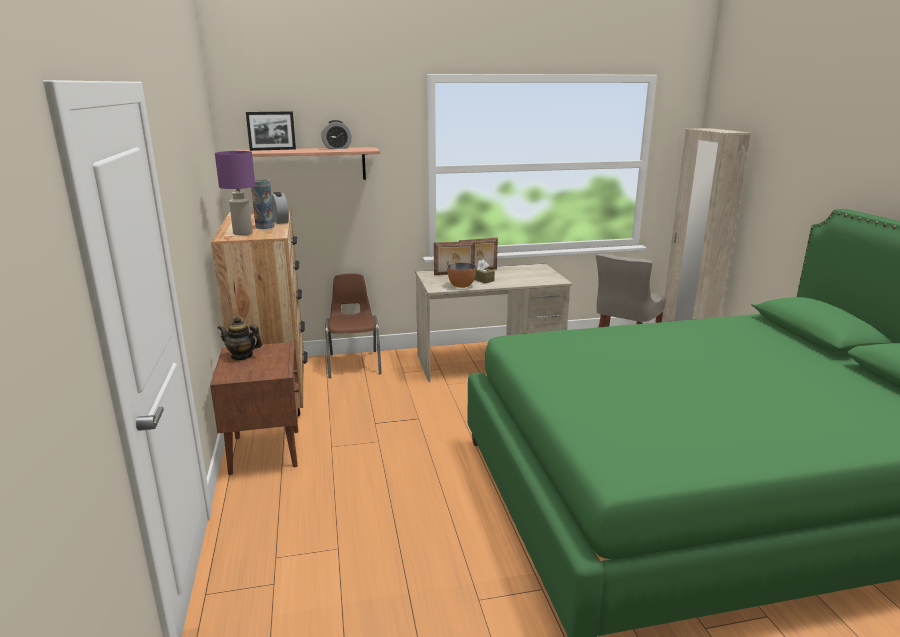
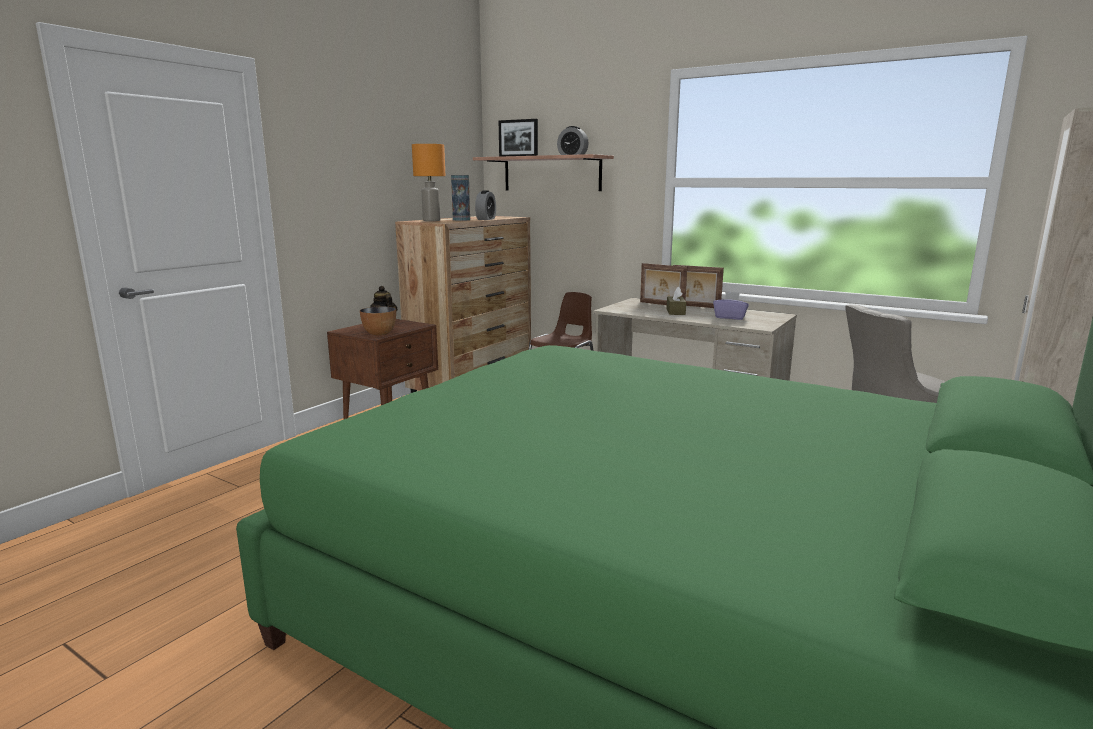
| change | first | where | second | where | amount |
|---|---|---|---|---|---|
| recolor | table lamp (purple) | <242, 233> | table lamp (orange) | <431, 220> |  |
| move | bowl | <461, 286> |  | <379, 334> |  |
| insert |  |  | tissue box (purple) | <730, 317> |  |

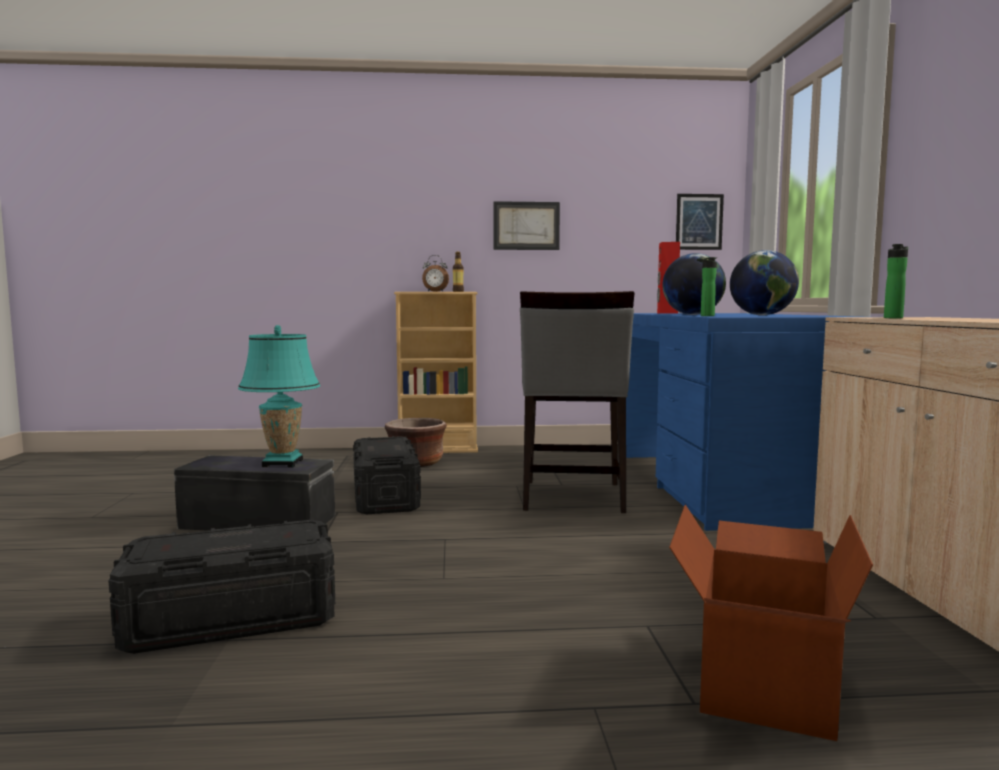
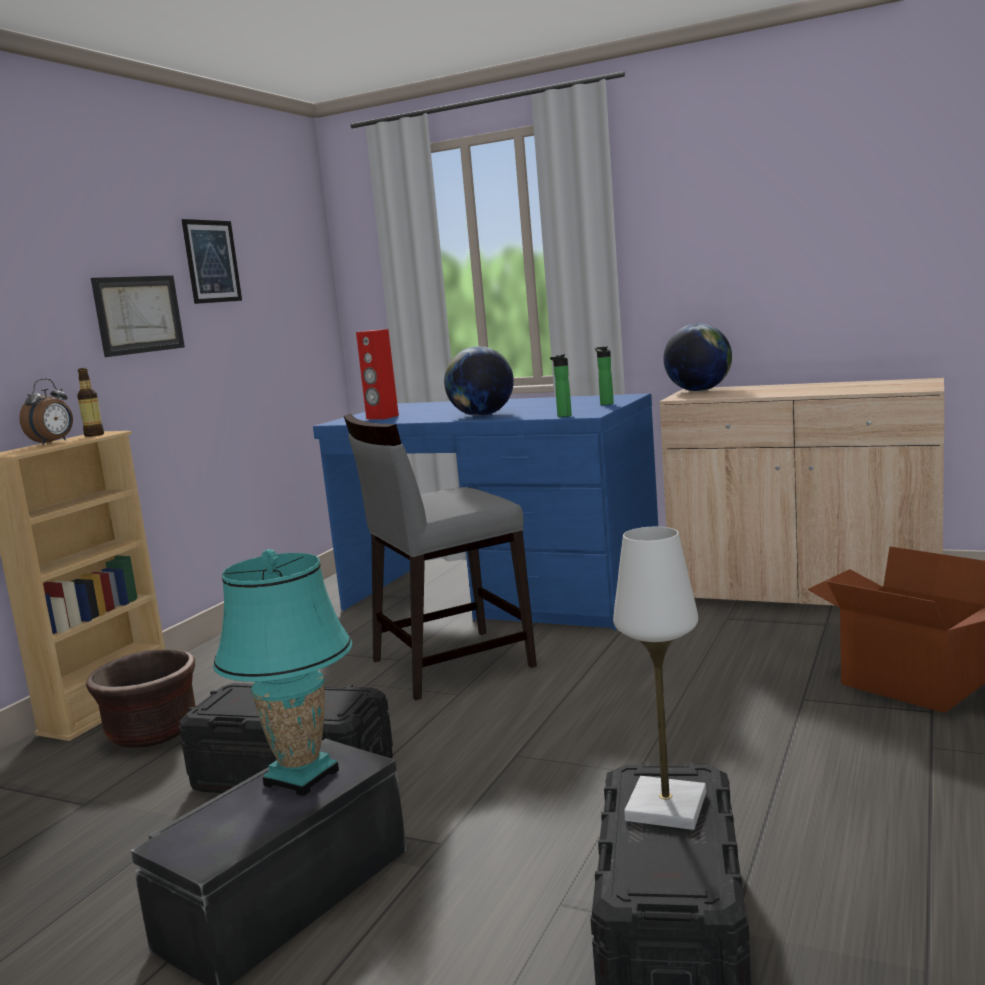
| change | first | where | second | where | amount |
|---|---|---|---|---|---|
| rotate | chair (grey) | <571, 496> |  | <450, 663> | 120 degrees clockwise |
| move | picture | <699, 222> |  | <212, 261> |  |
| move | globe | <762, 315> |  | <698, 391> |  |
| move | bottle | <894, 318> |  | <606, 404> |  |
| insert |  |  | table lamp (white) | <666, 806> |  |

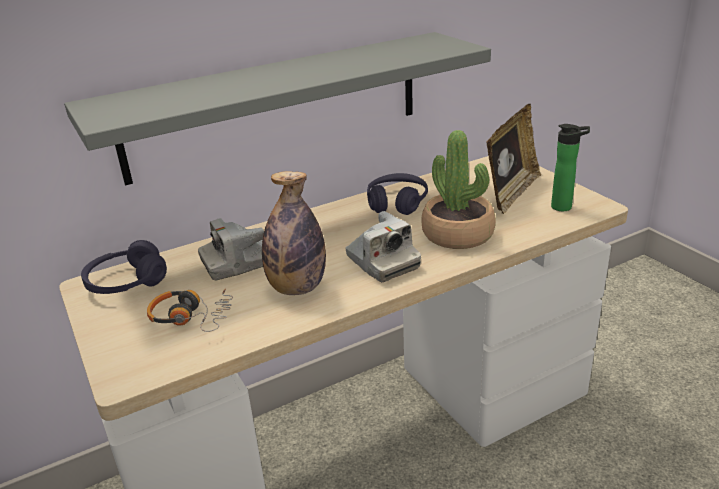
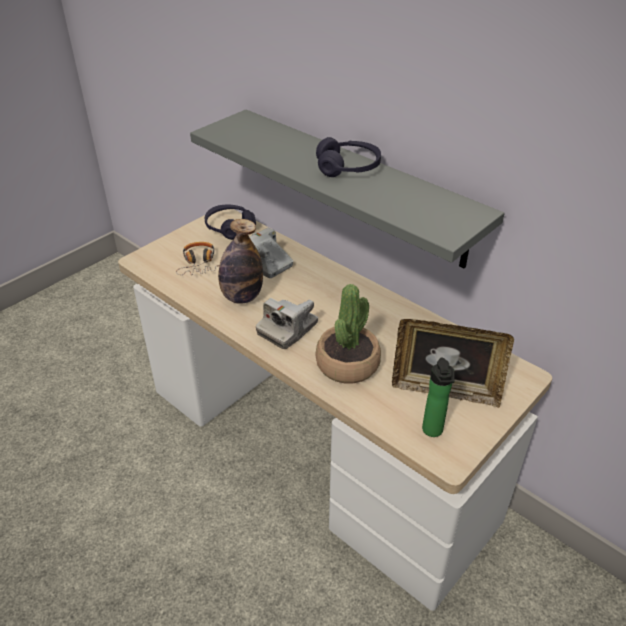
| change | first | where | second | where | amount |
|---|---|---|---|---|---|
| move | headphones (purple) | <397, 203> |  | <348, 168> |  |

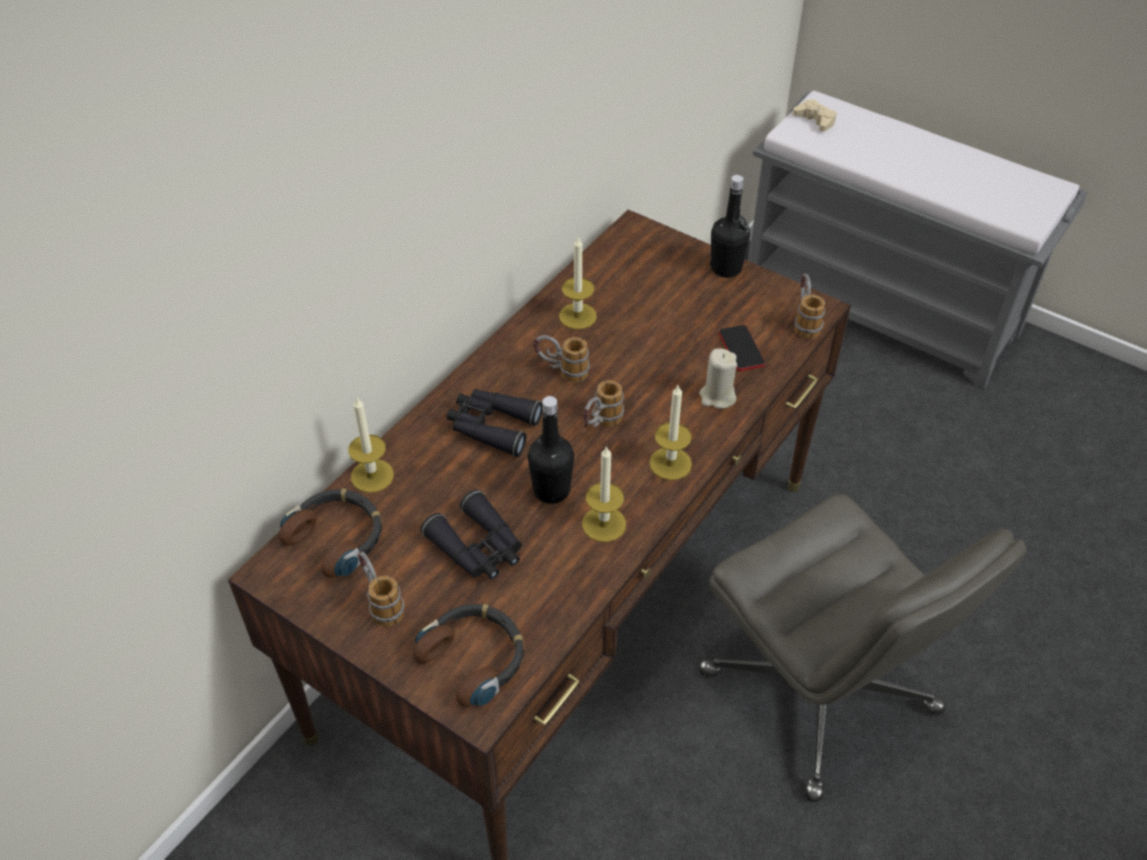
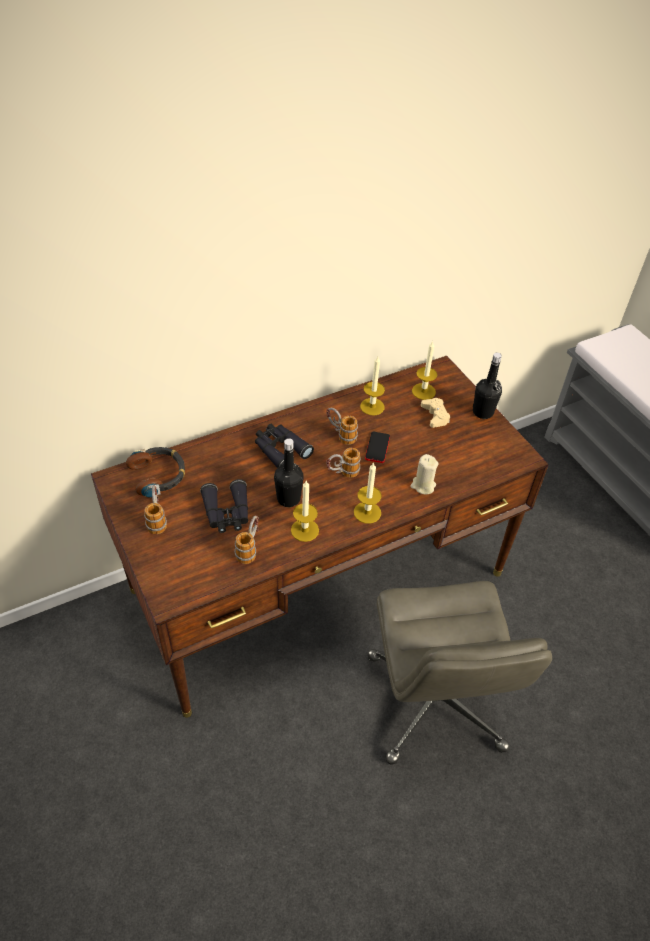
| change | first | where | second | where | amount |
|---|---|---|---|---|---|
| move | candle | <372, 476> |  | <423, 391> |  |
| delete | headphones | <474, 657> |  |  |  |
| move | phone | <741, 349> |  | <377, 448> |  |
| move | game controller (beige) | <815, 120> |  | <435, 416> |  |
| move | mug | <804, 321> |  | <249, 548> |  |

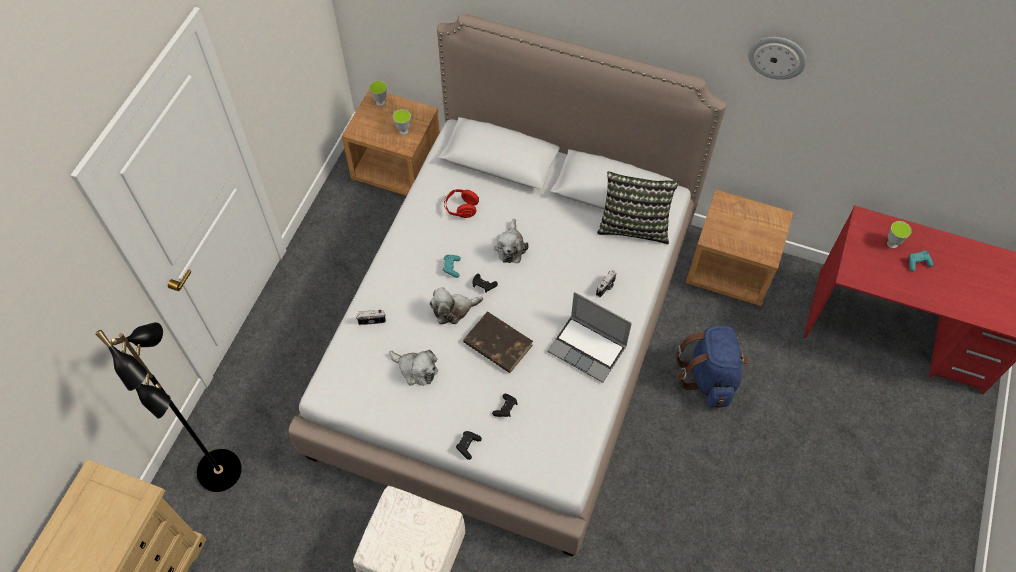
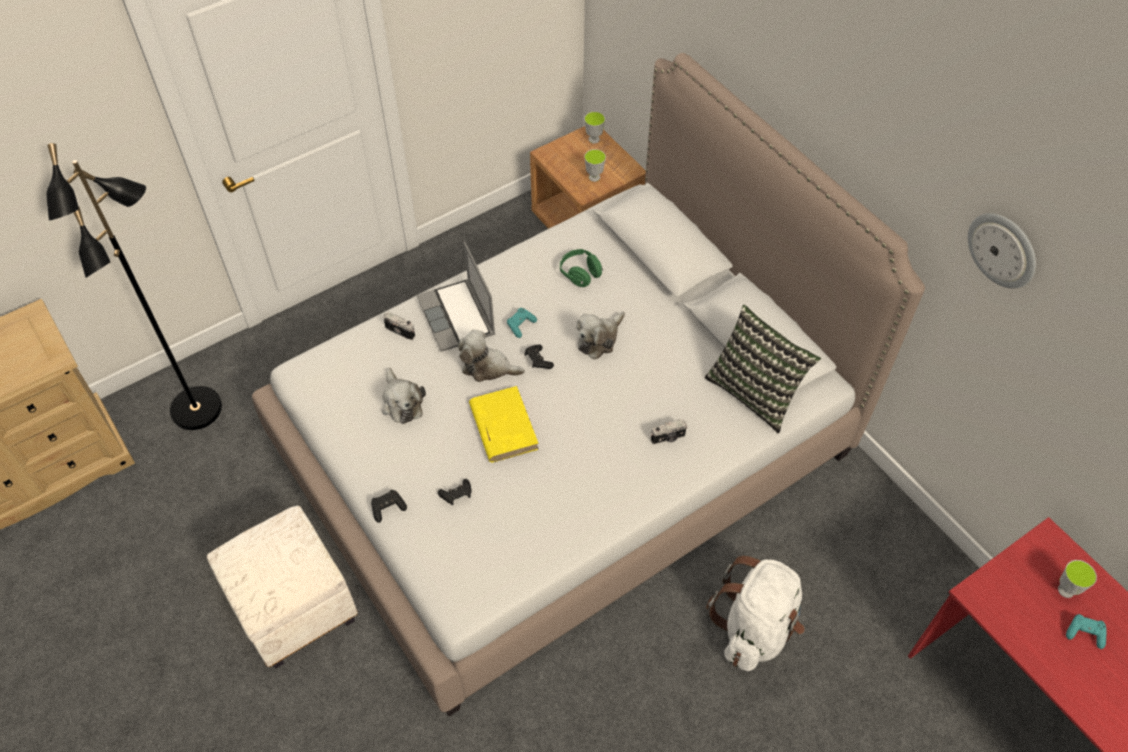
| change | first | where | second | where | amount |
|---|---|---|---|---|---|
| recolor | headphones (red) | <461, 208> | headphones (green) | <580, 274> |  |
| recolor | book (brown) | <497, 344> | book (yellow) | <503, 426> |  |
| move | laptop | <588, 349> |  | <458, 317> |  |
| recolor | backpack (blue) | <709, 377> | backpack (white) | <755, 628> |  |
| delete | nightstand (brown) | <730, 270> |  |  |  |

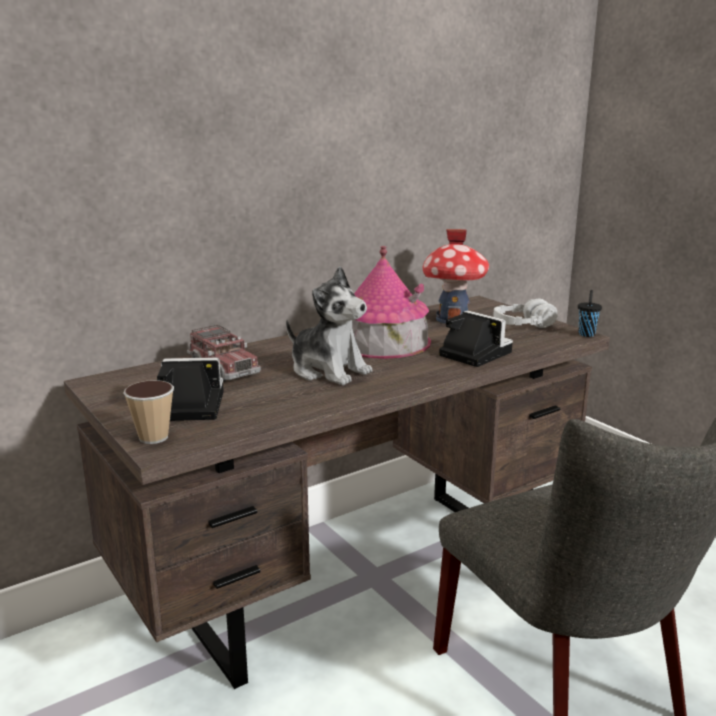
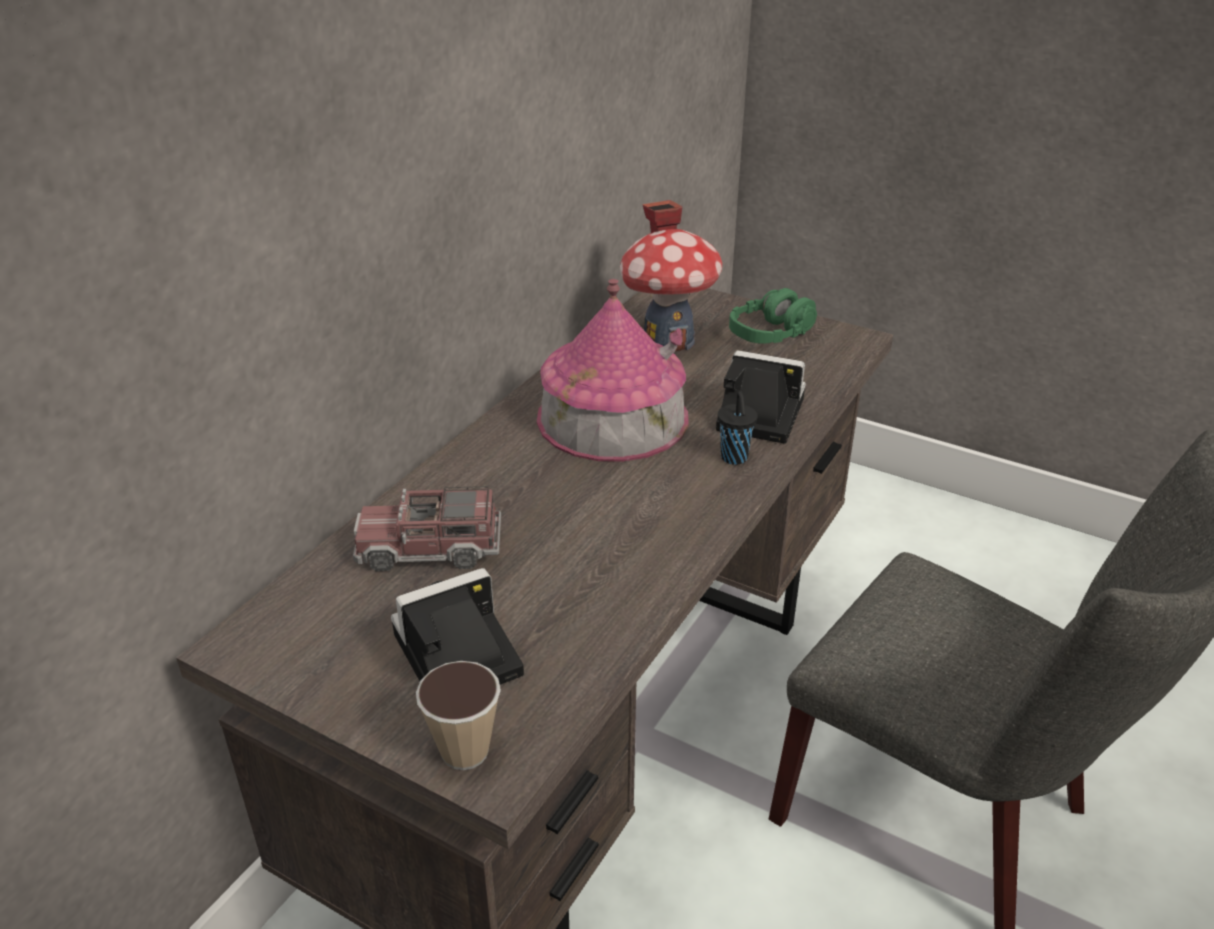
| change | first | where | second | where | amount |
|---|---|---|---|---|---|
| rotate | toy truck | <224, 369> |  | <430, 549> | 150 degrees clockwise |
| delete | plush toy | <328, 370> |  |  |  |
| recolor | headphones (grey) | <523, 325> | headphones (green) | <771, 333> |  |
| move | cup (black) | <586, 335> |  | <734, 458> |  |

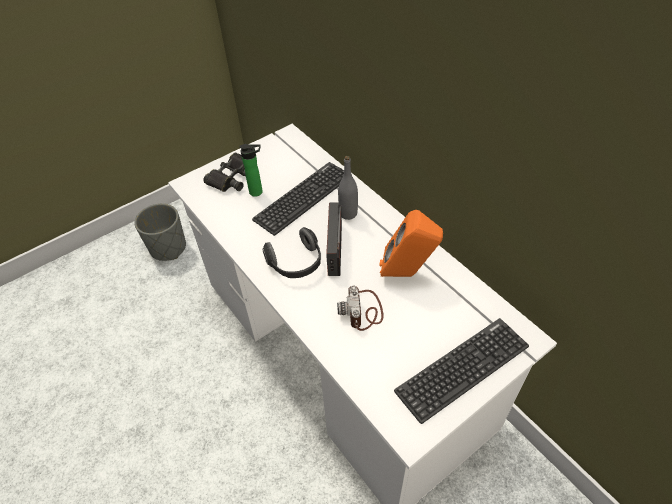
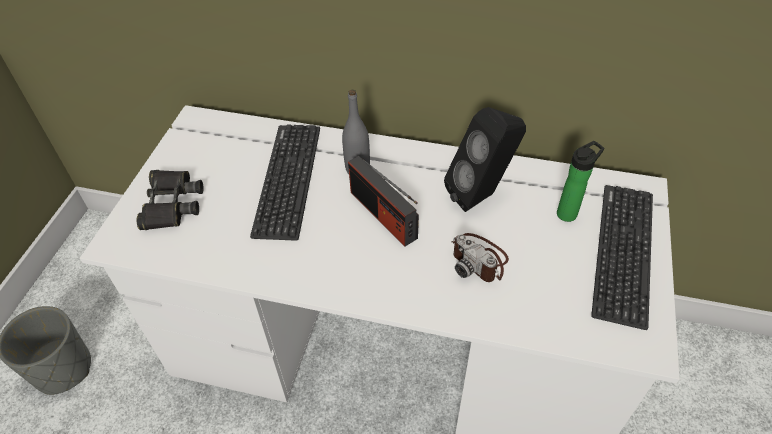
| change | first | where | second | where | amount |
|---|---|---|---|---|---|
| move | bottle | <258, 192> |  | <569, 212> |  |
| delete | headphones | <296, 264> |  |  |  |
| recolor | speaker (orange) | <407, 273> | speaker (black) | <481, 195> |  |

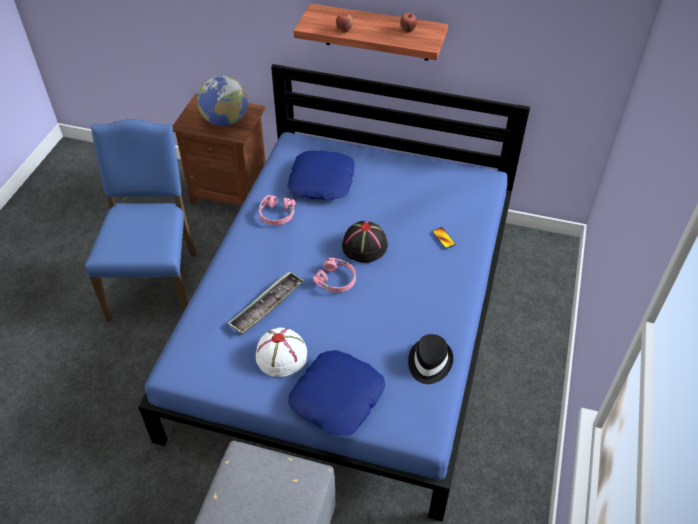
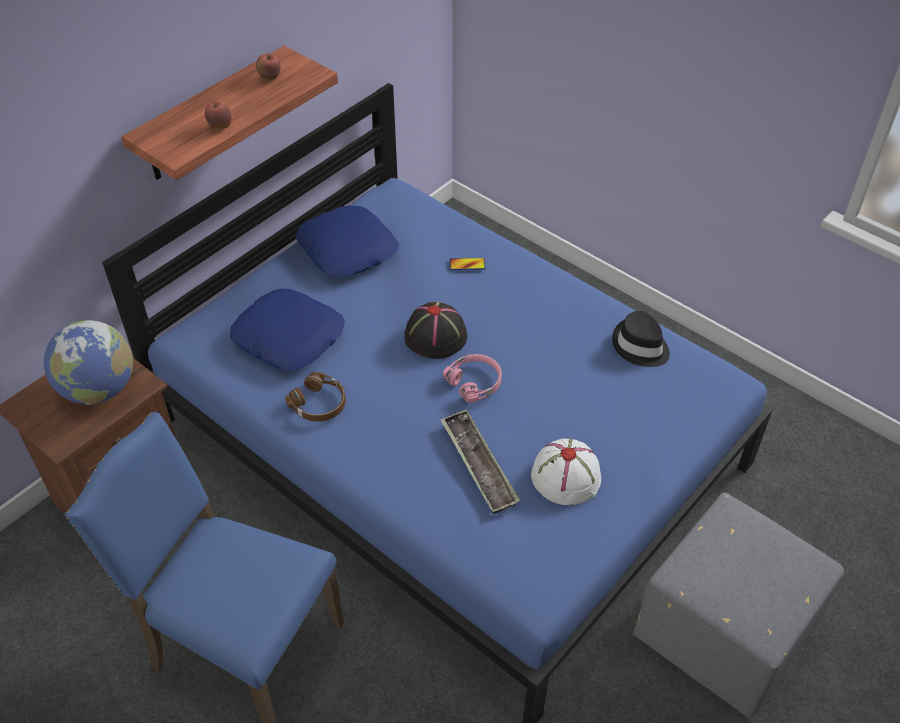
| change | first | where | second | where | amount |
|---|---|---|---|---|---|
| recolor | headphones (pink) | <276, 214> | headphones (brown) | <319, 404> |  |
| move | pillow (blue) | <338, 398> |  | <348, 249> |  |

